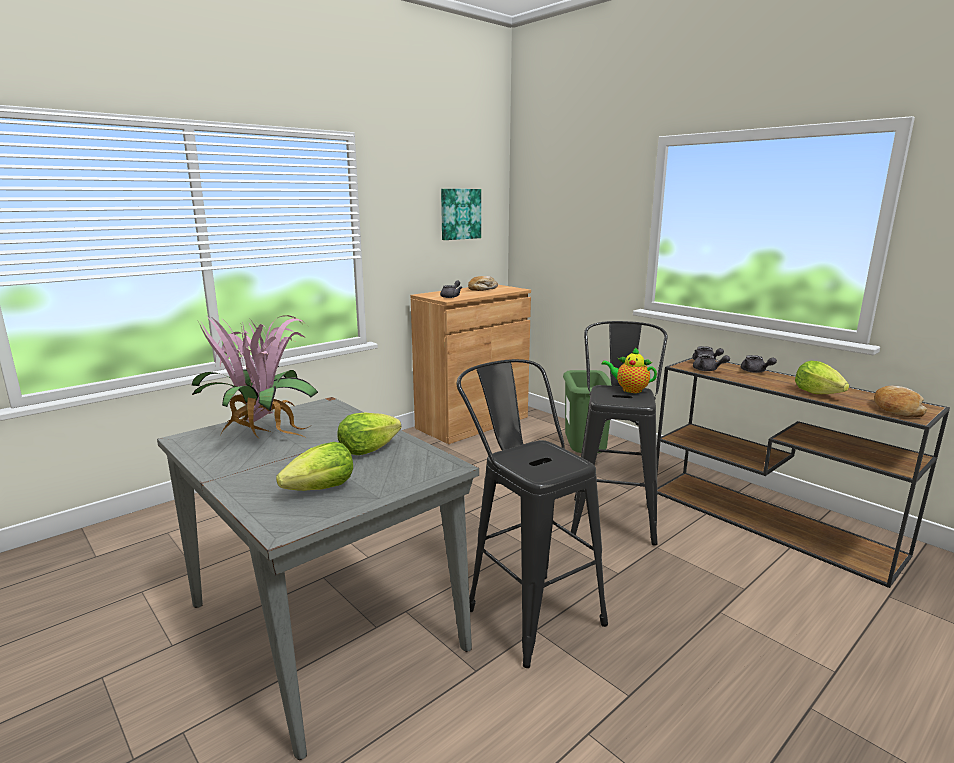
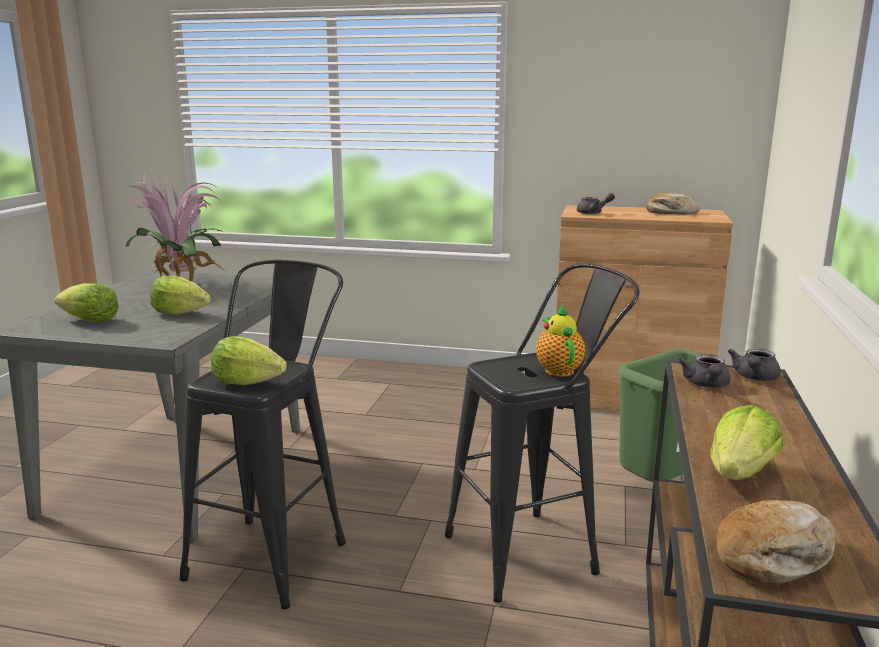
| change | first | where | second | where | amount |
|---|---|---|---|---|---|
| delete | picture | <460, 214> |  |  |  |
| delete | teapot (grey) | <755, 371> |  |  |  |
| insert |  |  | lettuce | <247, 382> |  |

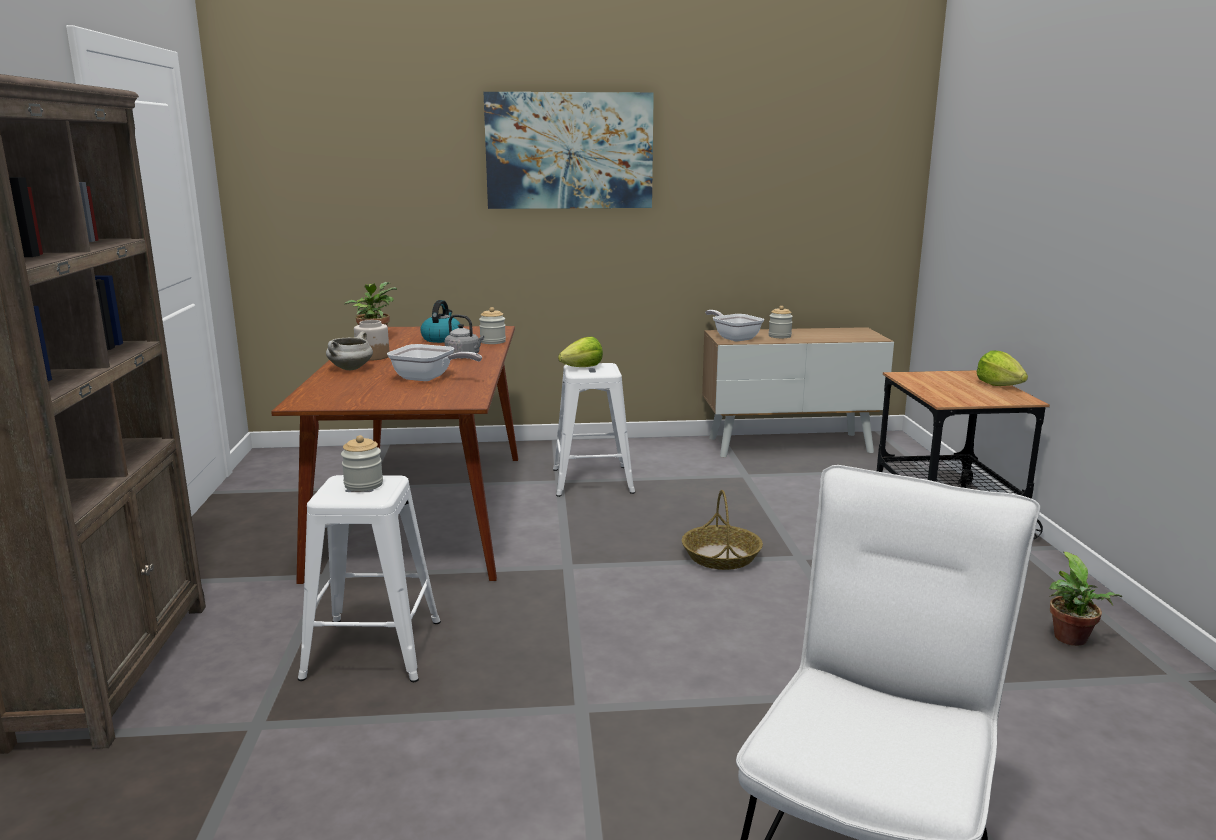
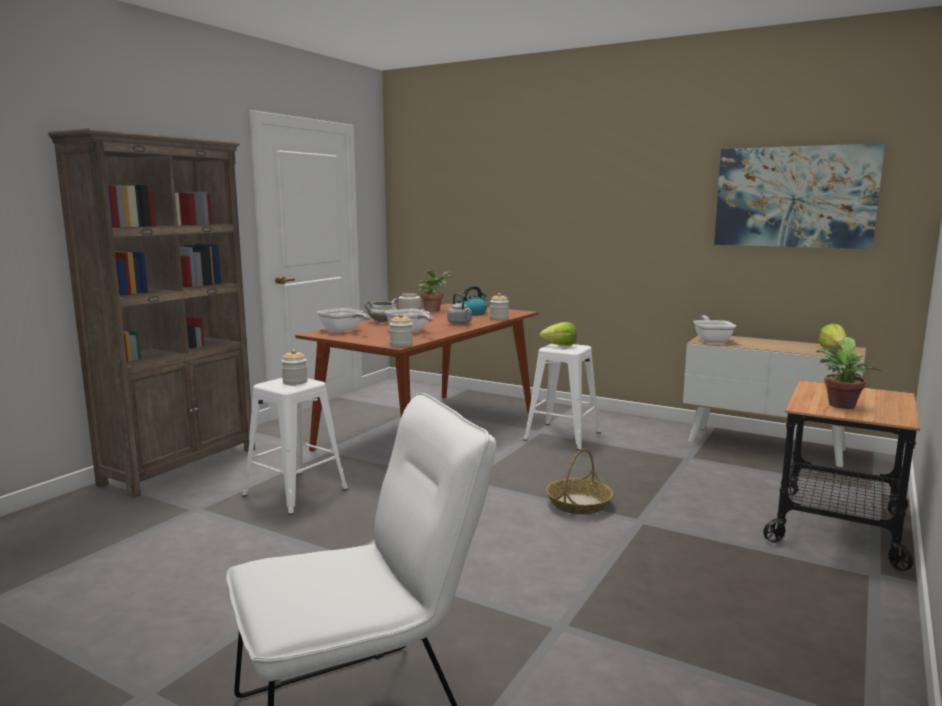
| change | first | where | second | where | amount |
|---|---|---|---|---|---|
| move | picture | <569, 151> |  | <794, 197> |  |
| move | jar | <779, 336> |  | <401, 344> |  |
| move | lettuce | <999, 385> |  | <833, 350> |  |
| move | potted plant | <1072, 640> |  | <841, 406> |  |
| insert |  |  | frying pan | <343, 331> |  |

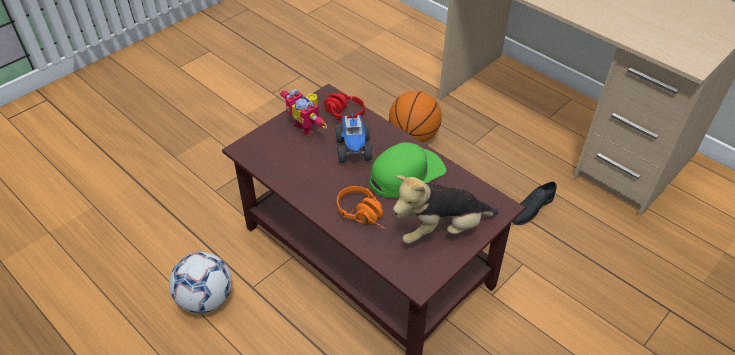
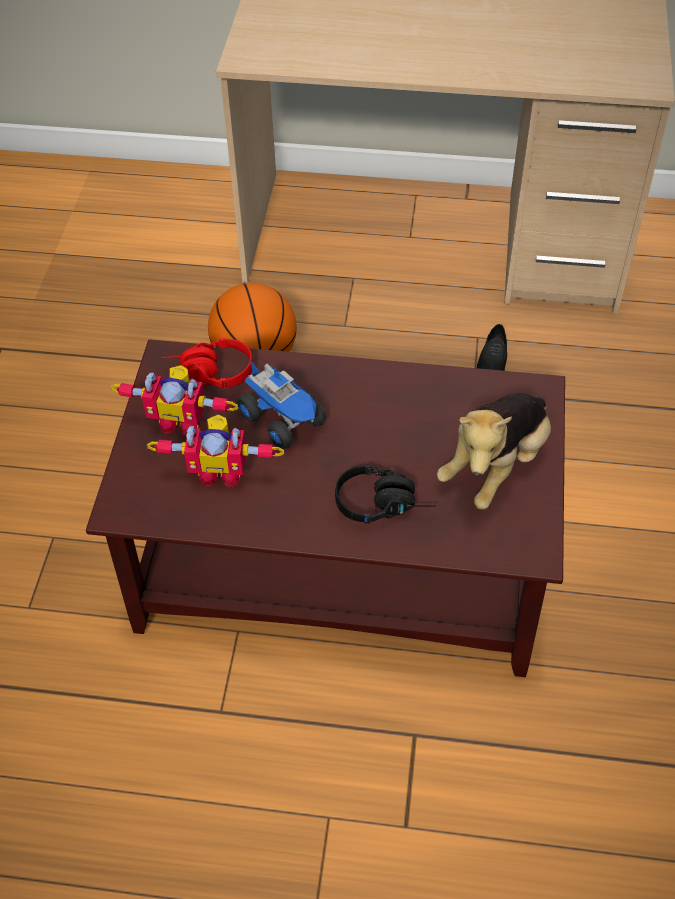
| change | first | where | second | where | amount |
|---|---|---|---|---|---|
| delete | football | <206, 299> |  |  |  |
| recolor | headphones (orange) | <364, 215> | headphones (black) | <384, 504> |  |
| delete | cap (green) | <406, 174> |  |  |  |
| insert |  |  | toy robot | <220, 471> |  |

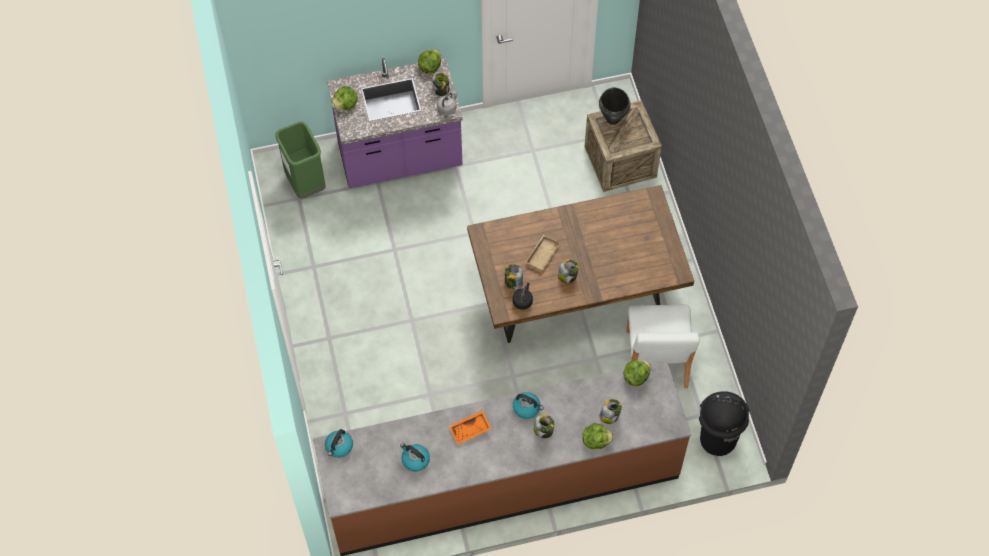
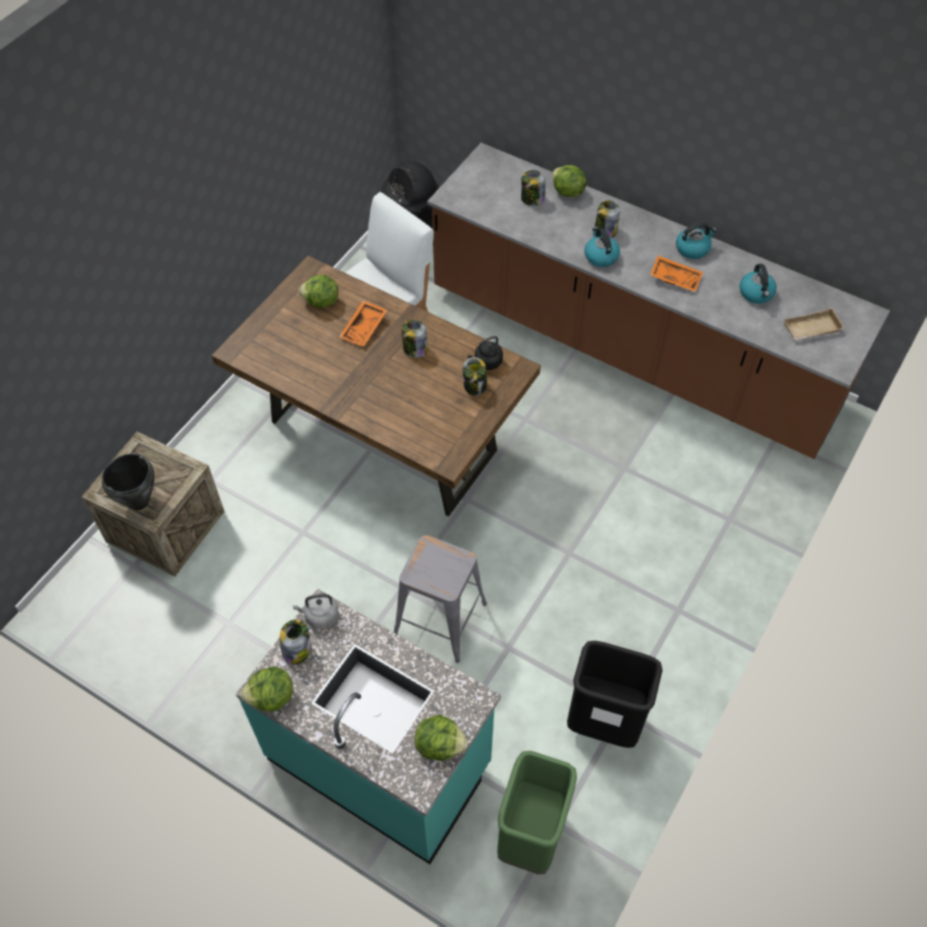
| change | first | where | second | where | amount |
|---|---|---|---|---|---|
| move | kettle | <339, 447> |  | <693, 248> |  |
| recolor | counter (purple) | <400, 158> | counter (turquoise) | <380, 760> |  |
| move | tray (beige) | <542, 254> |  | <812, 329> |  |
| move | lettuce | <636, 377> |  | <321, 302> |  |
| insert |  |  | tray (orange) | <364, 328> |  |
| insert |  |  | stool (grey) | <439, 620> |  |
| insert |  |  | trash can (black) | <604, 723> |  |

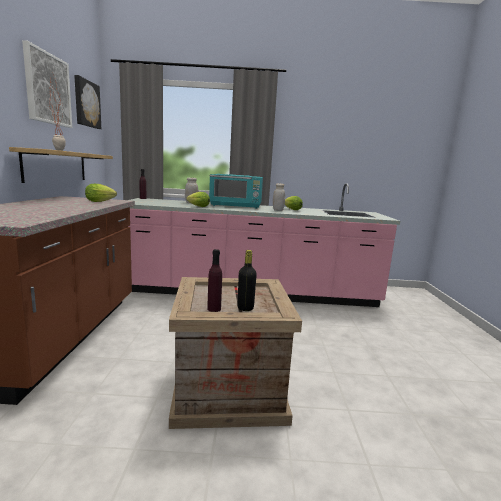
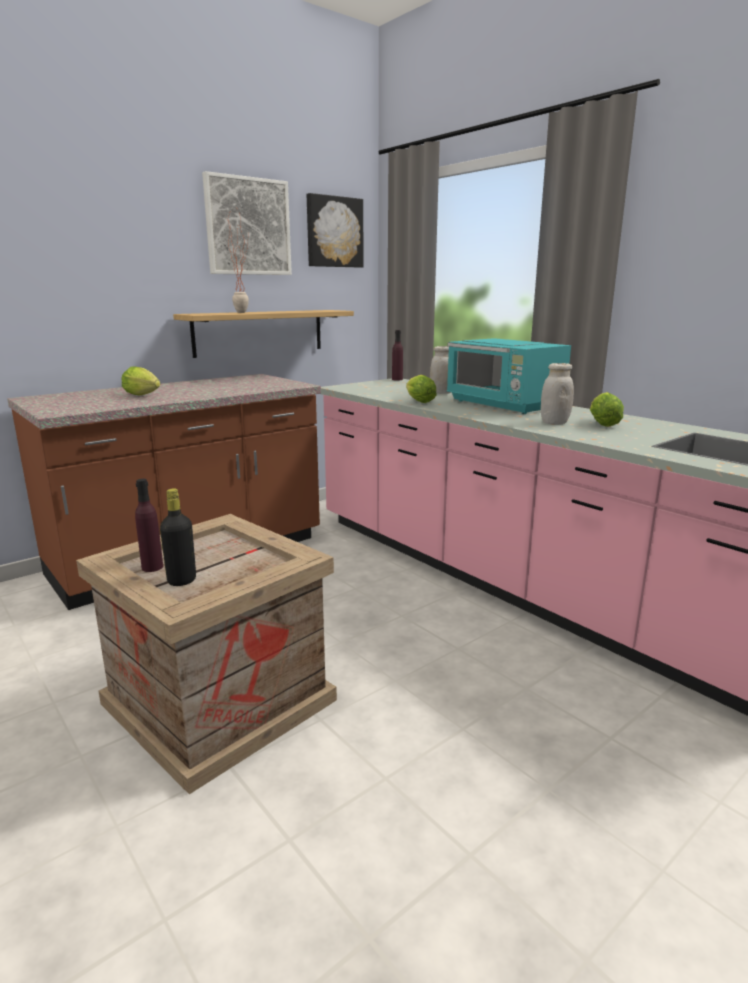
| change | first | where | second | where | amount |
|---|---|---|---|---|---|
| move | lettuce | <101, 202> |  | <144, 395> |  |

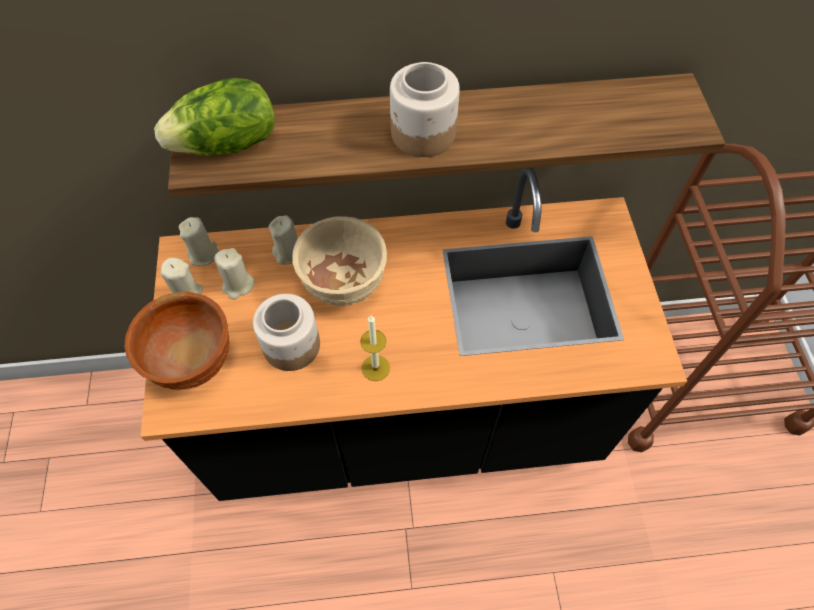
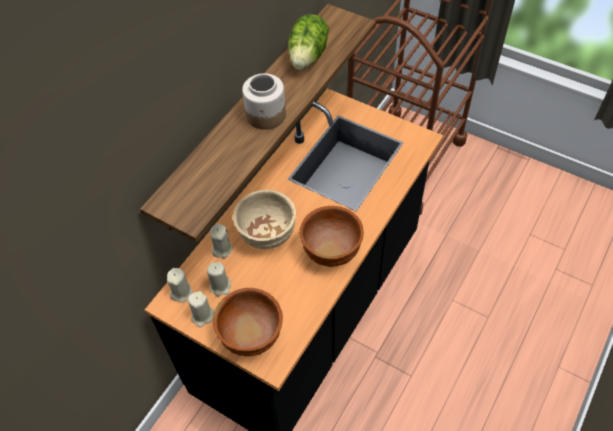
| change | first | where | second | where | amount |
|---|---|---|---|---|---|
| move | lettuce | <227, 145> |  | <309, 56> |  |
| delete | jar | <291, 346> |  |  |  |
| replace | candle | <375, 368> | bowl (brown) | <332, 251> |  |

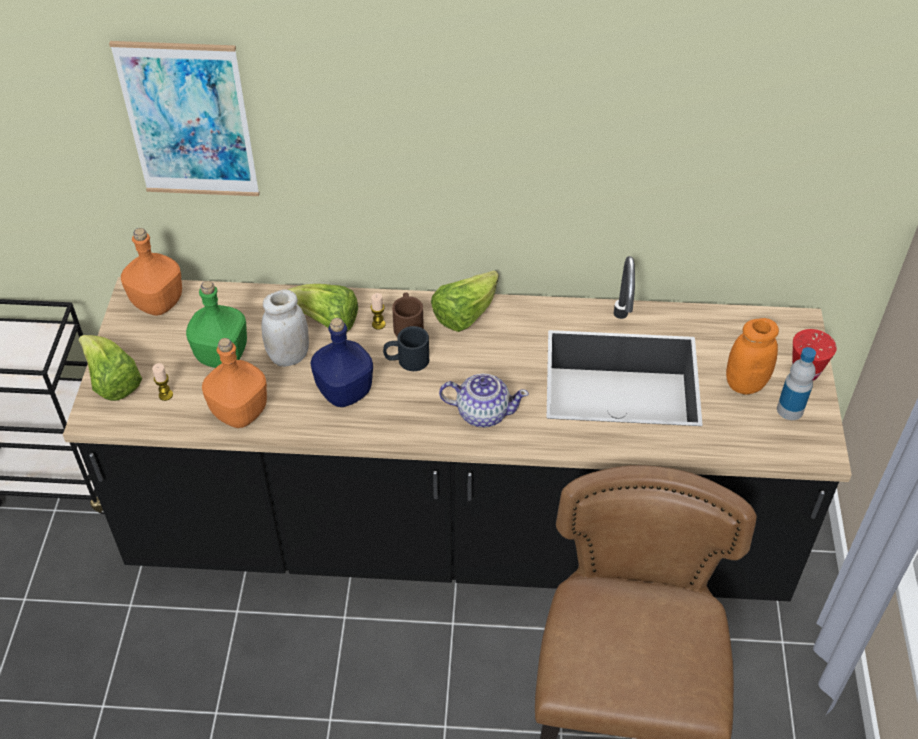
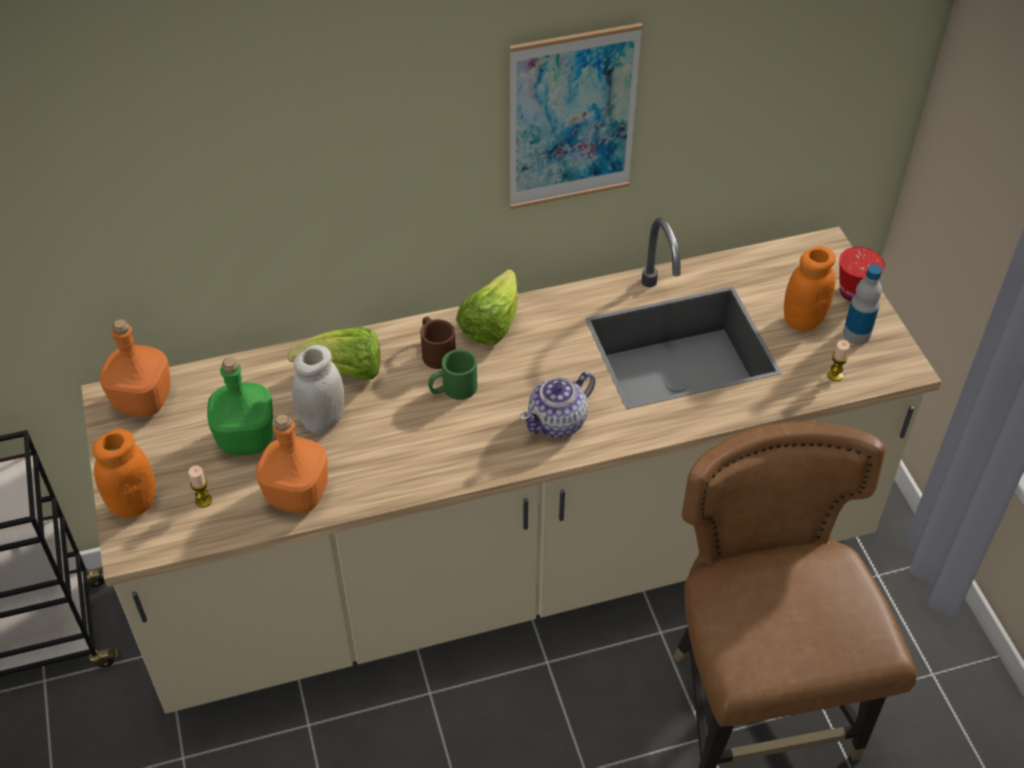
| change | first | where | second | where | amount |
|---|---|---|---|---|---|
| recolor | counter (black) | <459, 530> | counter (beige) | <512, 563> |  |
| replace | lettuce | <112, 382> | jar (orange) | <133, 504> |  |
| move | picture | <189, 121> |  | <572, 118> |  |
| delete | bottle (blue) | <344, 391> |  |  |  |
| move | candle | <378, 324> |  | <835, 375> |  |
| recolor | mug (black) | <406, 360> | mug (green) | <452, 389> |  |
| rotate | teapot | <482, 412> |  | <558, 422> | 150 degrees clockwise |

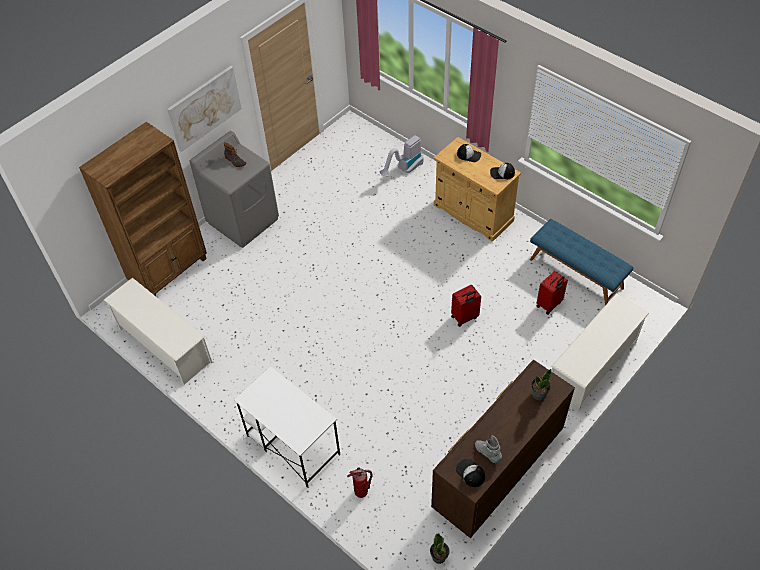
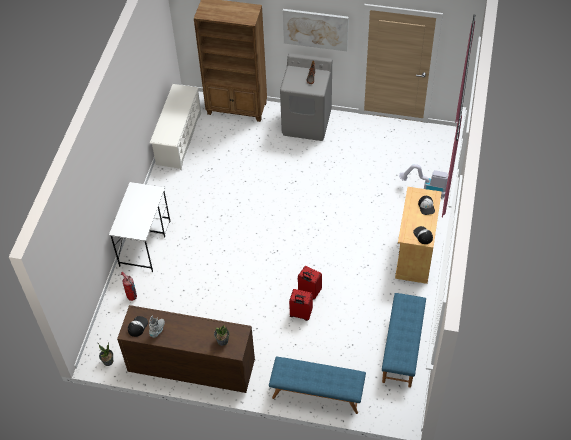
| change | first | where | second | where | amount |
|---|---|---|---|---|---|
| move | suitcase (red) | <549, 304> |  | <300, 314> |  |
| replace | shoe rack (white) | <592, 366> | bench (blue) | <317, 393> |  |

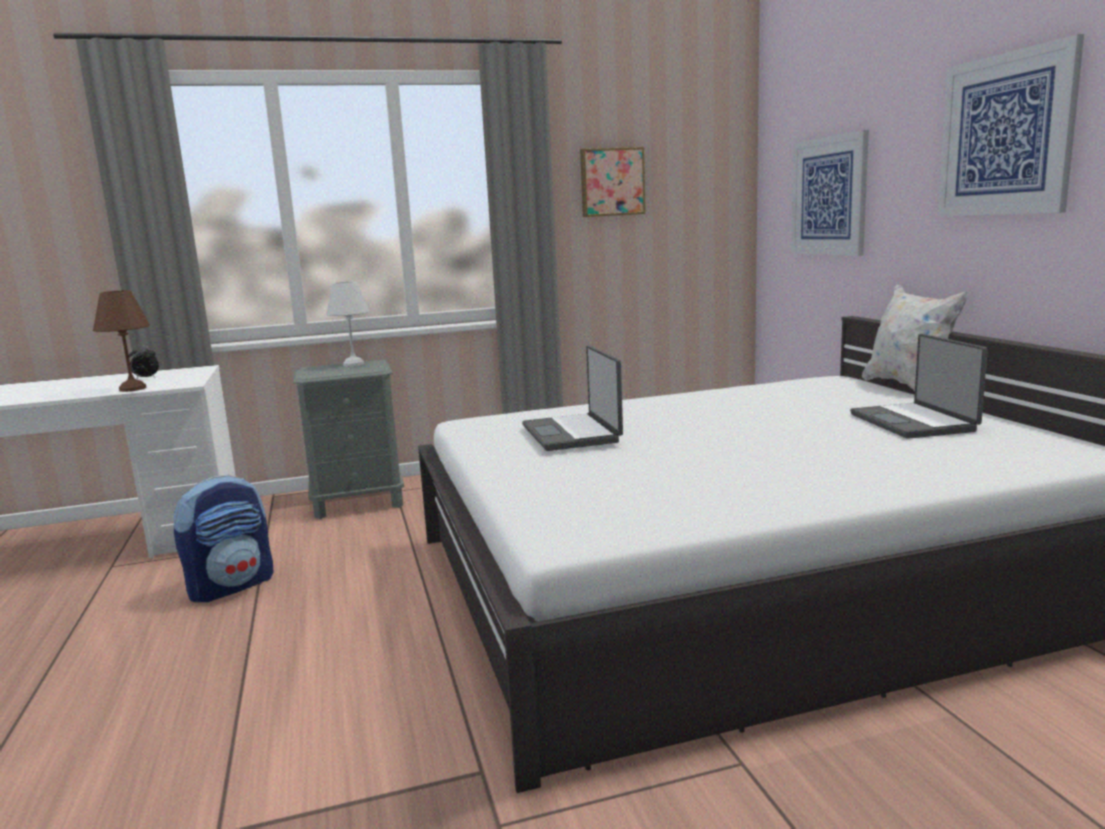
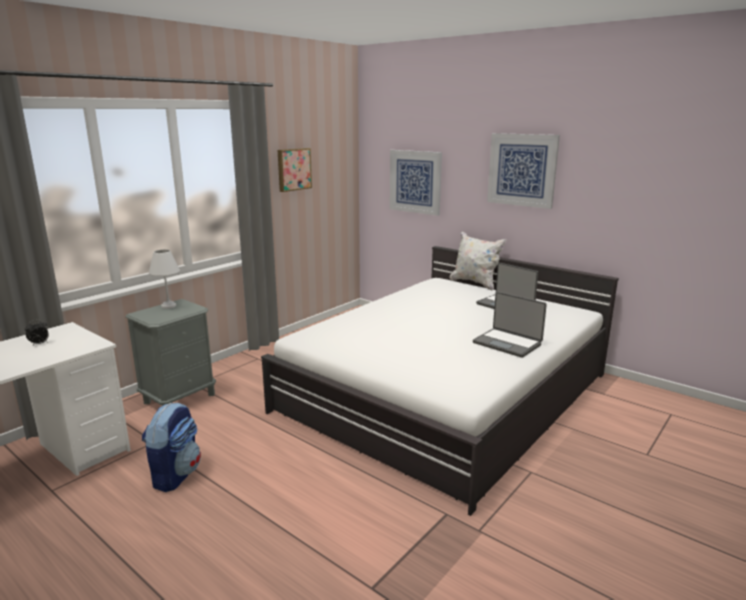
| change | first | where | second | where | amount |
|---|---|---|---|---|---|
| delete | table lamp (brown) | <133, 388> |  |  |  |
| move | laptop | <573, 434> |  | <508, 343> |  |

